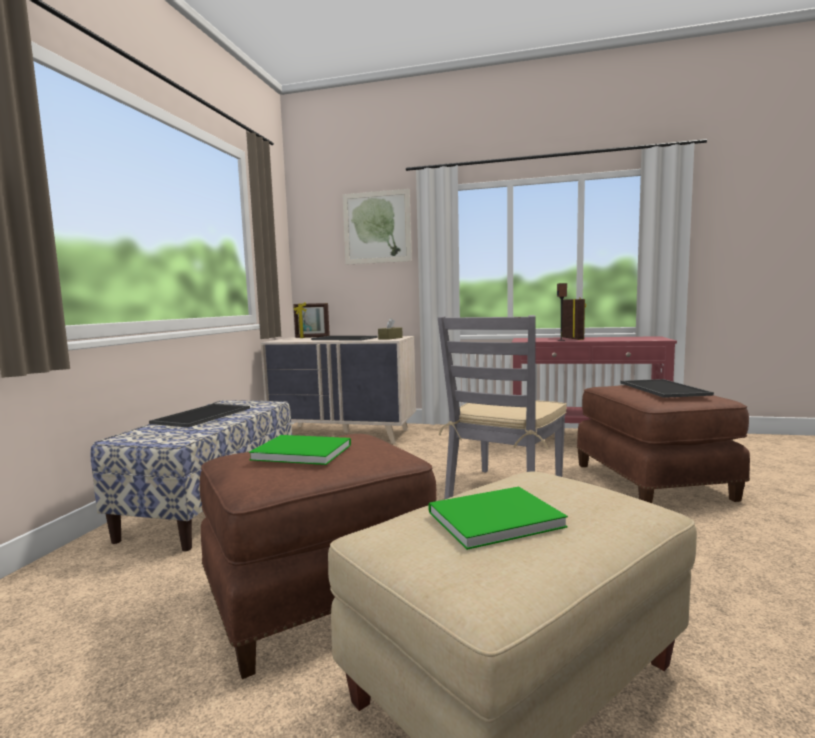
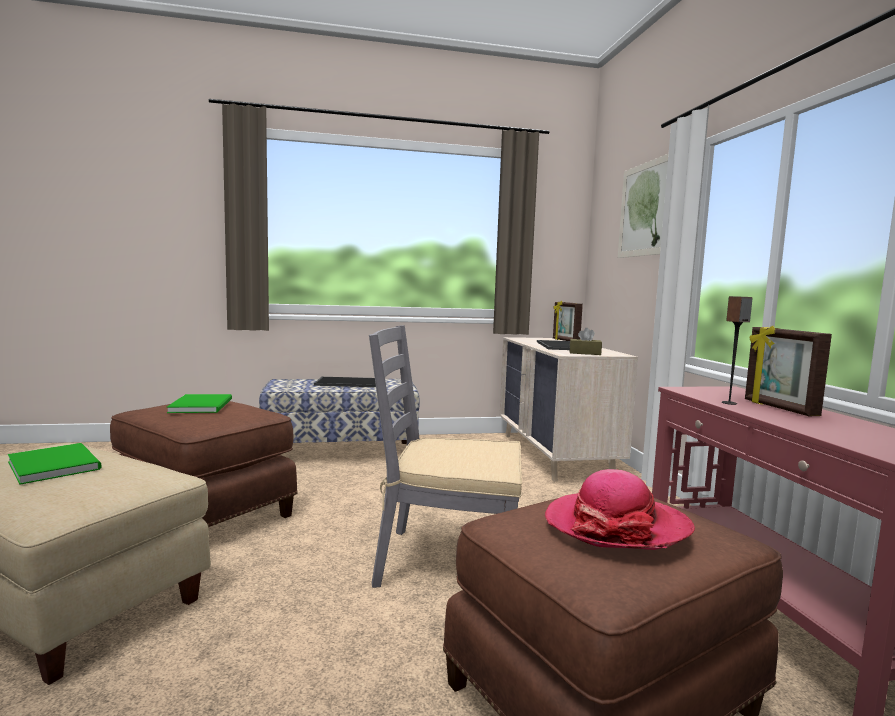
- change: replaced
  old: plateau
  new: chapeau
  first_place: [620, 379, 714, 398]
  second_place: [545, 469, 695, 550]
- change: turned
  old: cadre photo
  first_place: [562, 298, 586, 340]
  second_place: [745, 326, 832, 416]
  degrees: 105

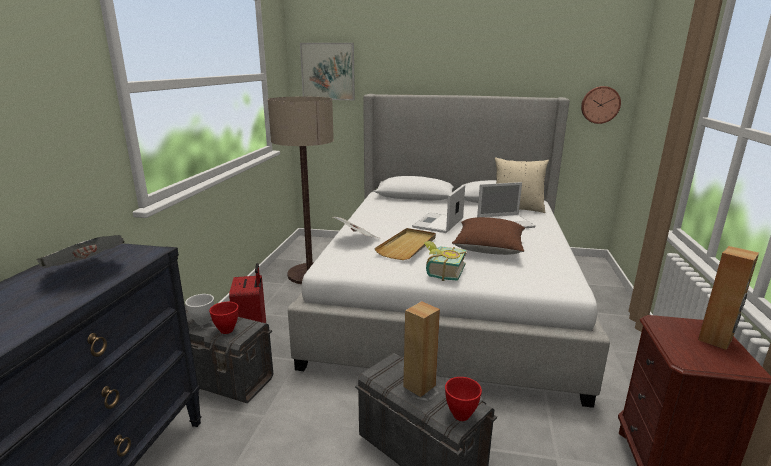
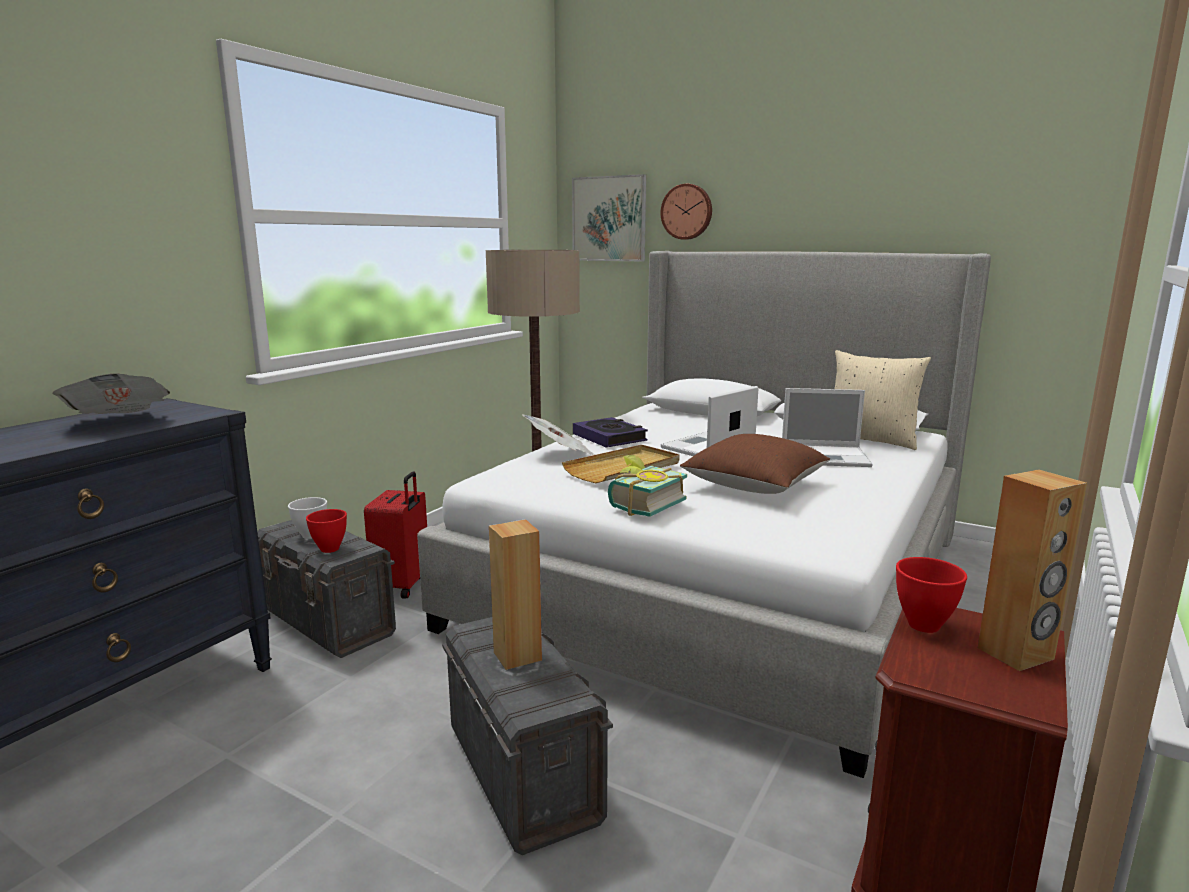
- change: added
  new: livre
  second_place: [573, 417, 648, 448]
- change: moved
  old: horloge murale
  first_place: [581, 86, 621, 124]
  second_place: [660, 184, 712, 240]
- change: moved
  old: bol (rouge)
  first_place: [445, 377, 482, 421]
  second_place: [896, 557, 967, 633]

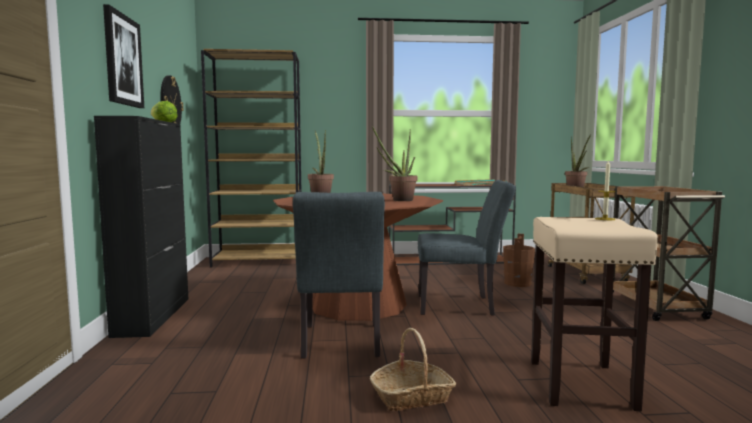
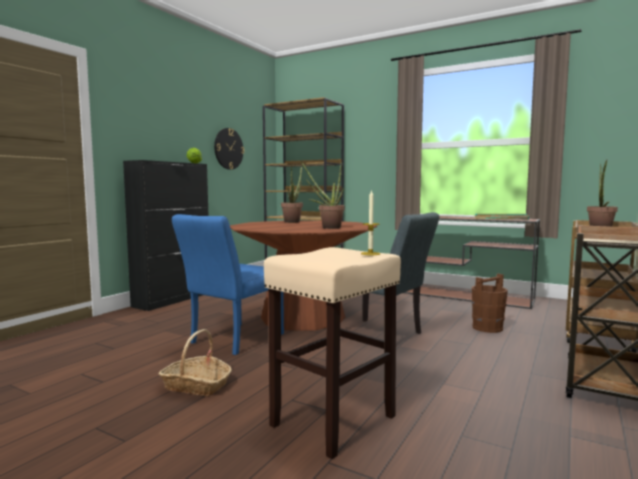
- change: recoloured
  old: chaise (gris)
  new: chaise (bleu)
  first_place: [293, 192, 385, 359]
  second_place: [172, 214, 284, 355]
- change: removed
  old: tableau
  first_place: [103, 4, 144, 108]

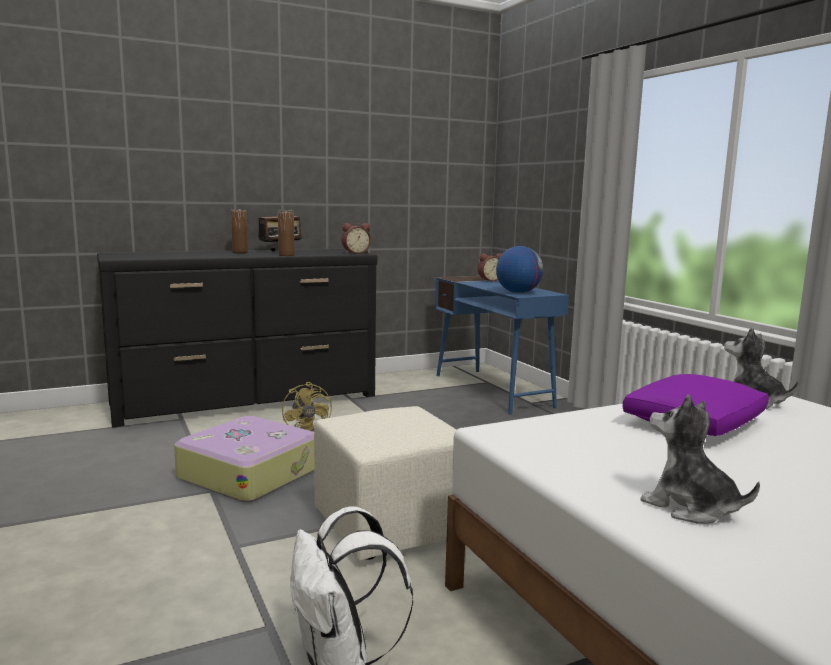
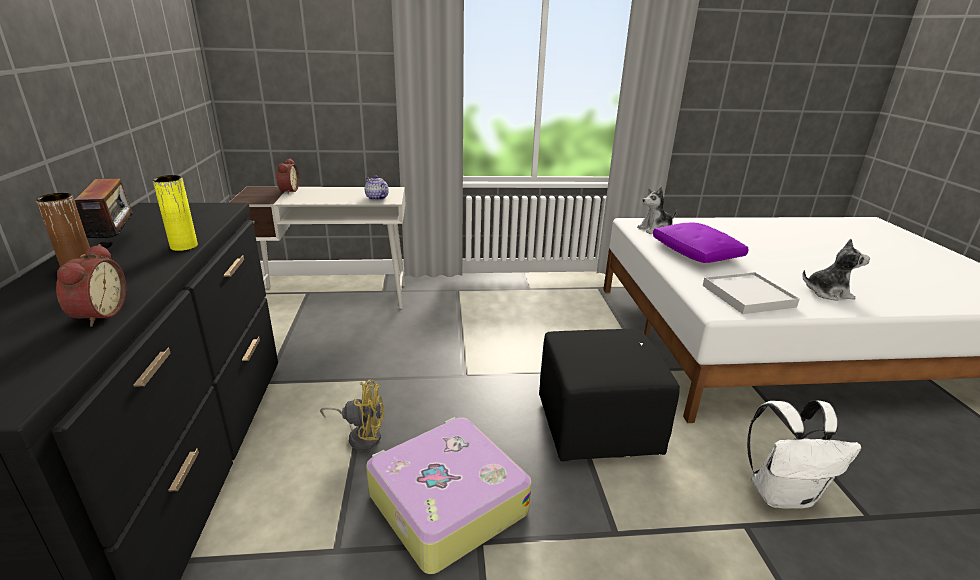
- change: moved
  old: réveil
  first_place: [342, 223, 371, 254]
  second_place: [56, 244, 126, 327]
- change: recoloured
  old: vase (marron)
  new: vase (jaune)
  first_place: [278, 211, 295, 256]
  second_place: [153, 175, 198, 251]
- change: recoloured
  old: bureau (bleu)
  new: bureau (blanc)
  first_place: [435, 276, 569, 415]
  second_place: [229, 187, 405, 309]
- change: replaced
  old: globe
  new: théière
  first_place: [496, 246, 543, 293]
  second_place: [365, 175, 389, 201]
- change: recoloured
  old: pouf (beige)
  new: pouf (noir)
  first_place: [314, 406, 456, 561]
  second_place: [539, 329, 680, 462]
- change: added
  new: plateau (blanc)
  second_place: [703, 272, 800, 314]
- change: turned
  old: peluche
  first_place: [640, 394, 760, 524]
  second_place: [802, 239, 870, 301]
  degrees: -150

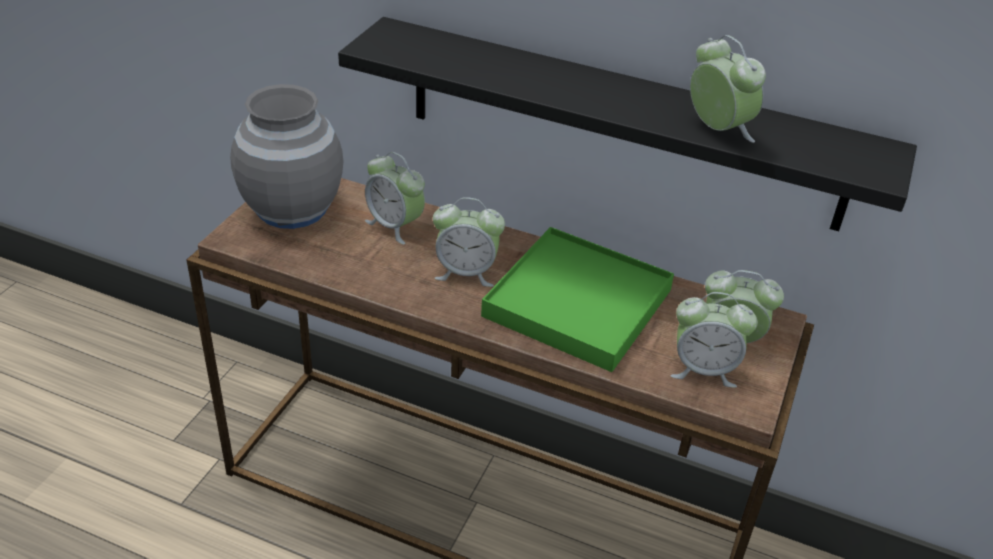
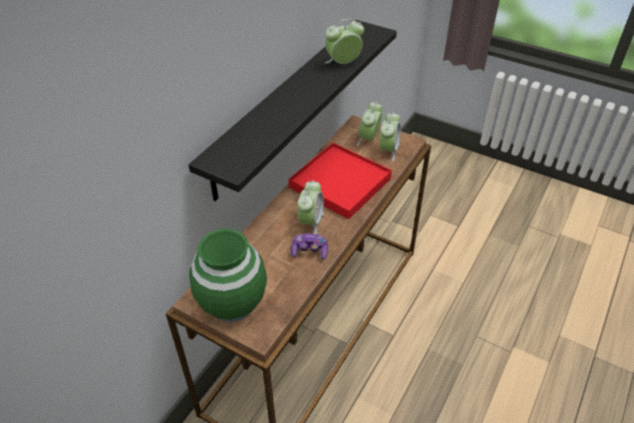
- change: recoloured
  old: vase (gris)
  new: vase (vert)
  first_place: [230, 84, 343, 229]
  second_place: [189, 228, 267, 322]
- change: recoloured
  old: plateau (vert)
  new: plateau (rouge)
  first_place: [481, 227, 674, 372]
  second_place: [289, 143, 392, 219]
- change: added
  new: manette
  second_place: [291, 234, 328, 260]
- change: removed
  old: réveil
  first_place: [365, 152, 425, 245]

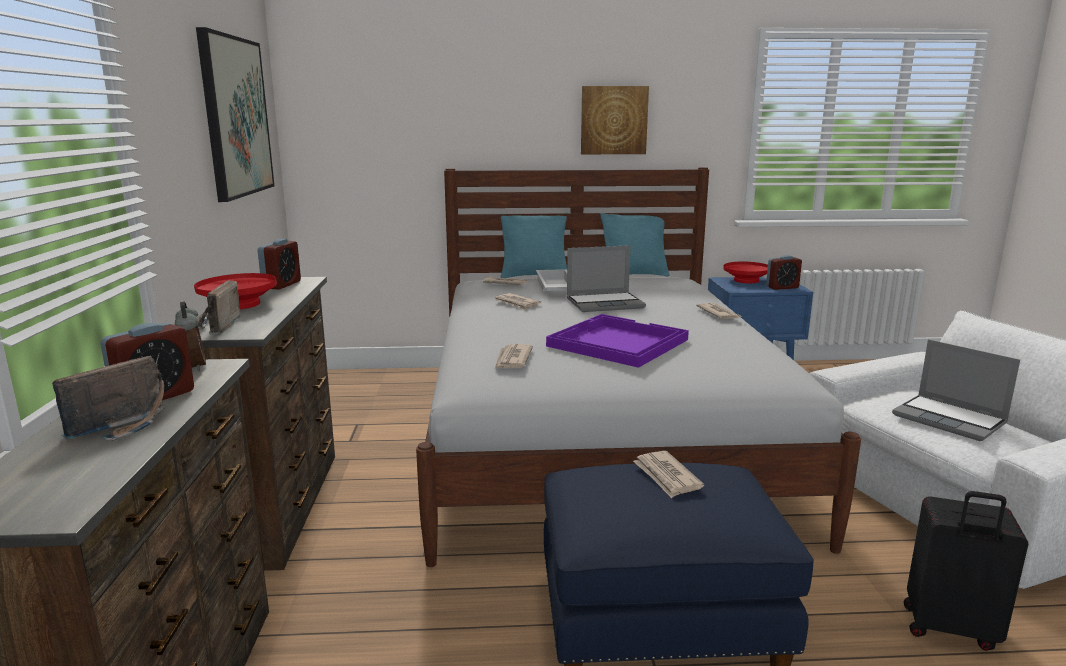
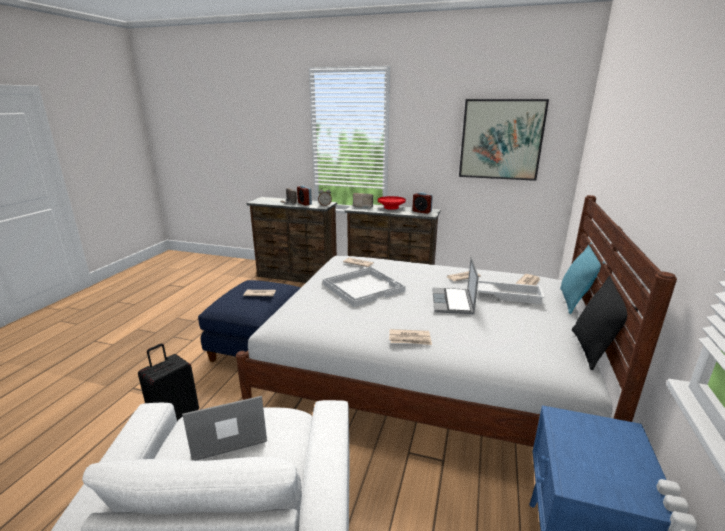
- change: recoloured
  old: plateau (violet)
  new: plateau (blanc)
  first_place: [546, 314, 689, 368]
  second_place: [323, 267, 406, 307]
- change: recoloured
  old: coussin (turquoise)
  new: coussin (noir)
  first_place: [600, 212, 669, 276]
  second_place: [572, 276, 638, 370]
- change: removed
  old: tableau
  first_place: [581, 86, 649, 154]
- change: removed
  old: bol (rouge)
  first_place: [723, 262, 768, 283]
- change: removed
  old: réveil
  first_place: [766, 255, 802, 290]

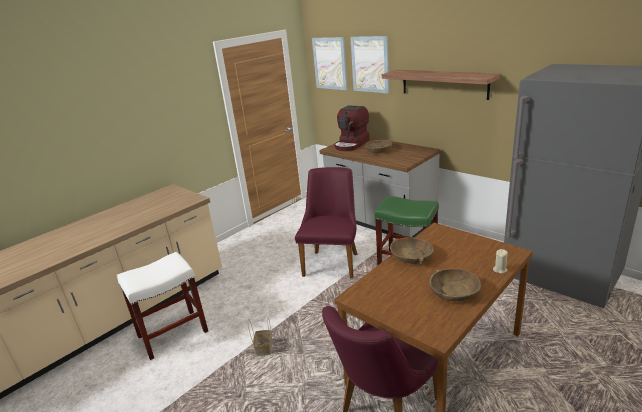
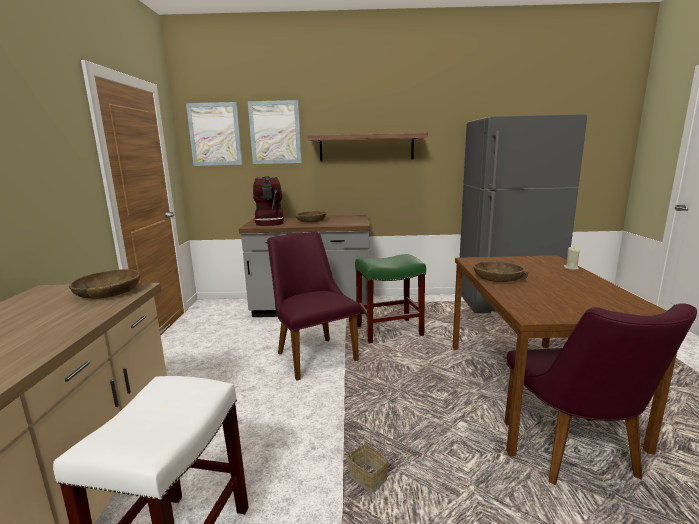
- change: moved
  old: bol (marron)
  first_place: [429, 269, 481, 301]
  second_place: [69, 269, 140, 299]

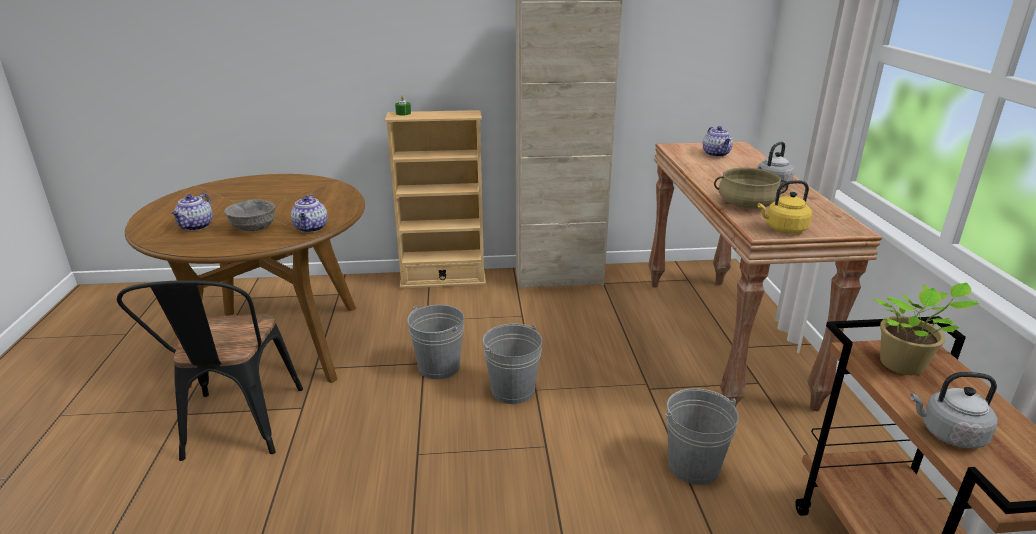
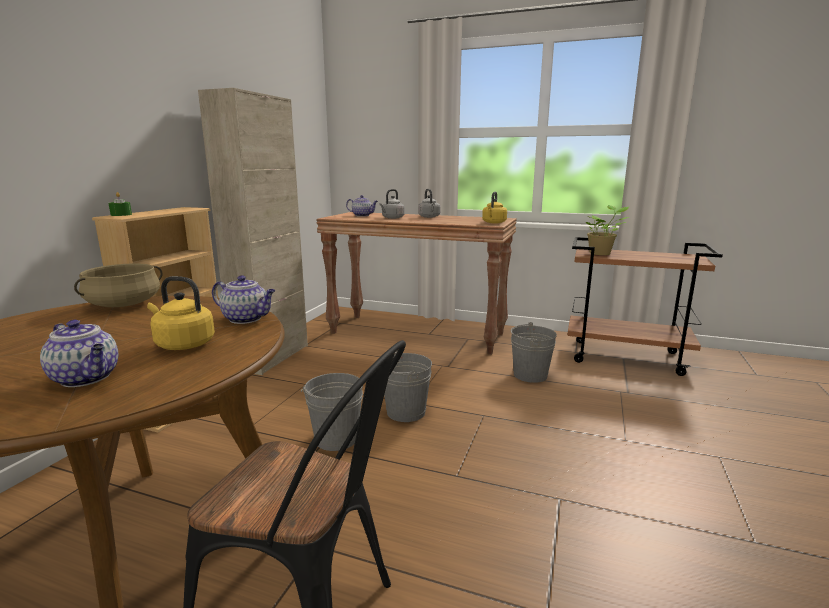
- change: moved
  old: marmite (beige)
  first_place: [714, 168, 788, 209]
  second_place: [74, 263, 163, 307]
- change: replaced
  old: bol (gris)
  new: bouilloire (jaune)
  first_place: [224, 199, 275, 231]
  second_place: [147, 276, 215, 350]
- change: moved
  old: bouilloire (gris)
  first_place: [910, 372, 998, 448]
  second_place: [379, 189, 405, 219]

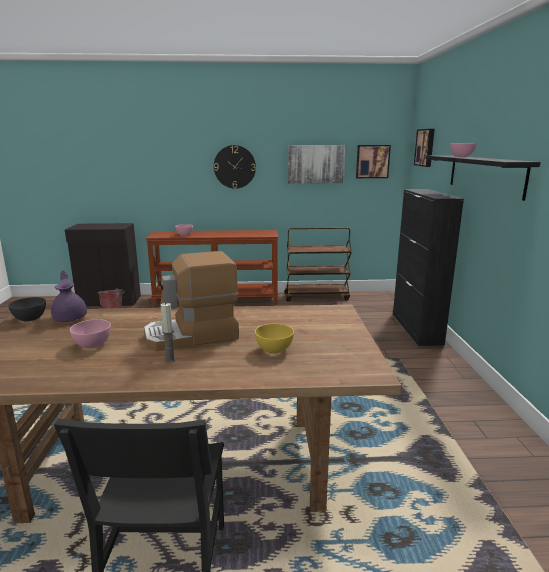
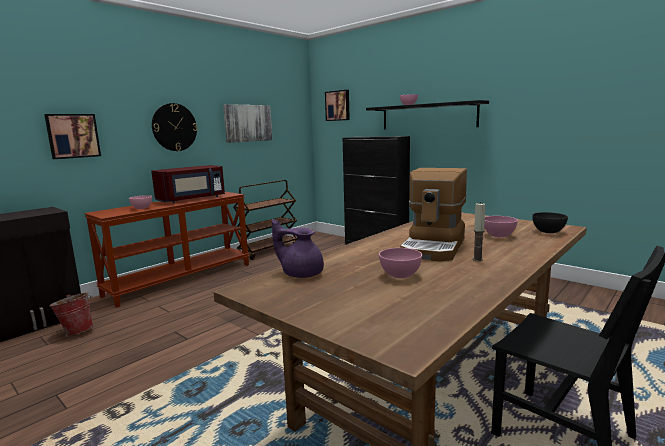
- change: moved
  old: tableau
  first_place: [356, 145, 391, 178]
  second_place: [44, 114, 101, 159]
- change: added
  new: micro-ondes (rouge)
  second_place: [151, 165, 225, 203]
- change: recoloured
  old: bol (jaune)
  new: bol (rose)
  first_place: [255, 324, 294, 354]
  second_place: [484, 216, 518, 237]
- change: moved
  old: bol (gris)
  first_place: [8, 297, 46, 321]
  second_place: [532, 212, 568, 233]

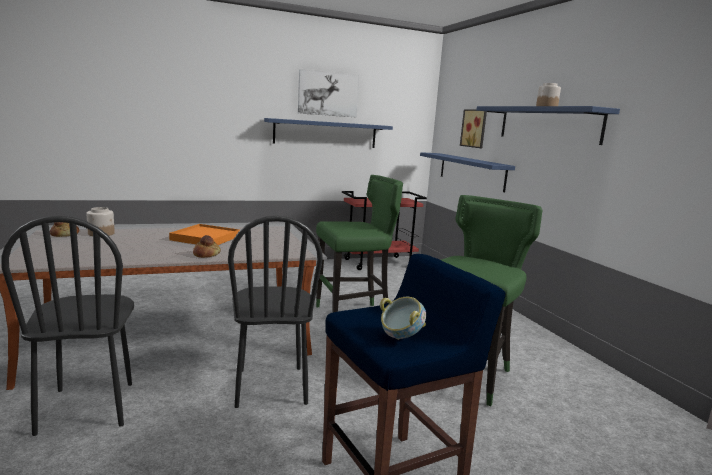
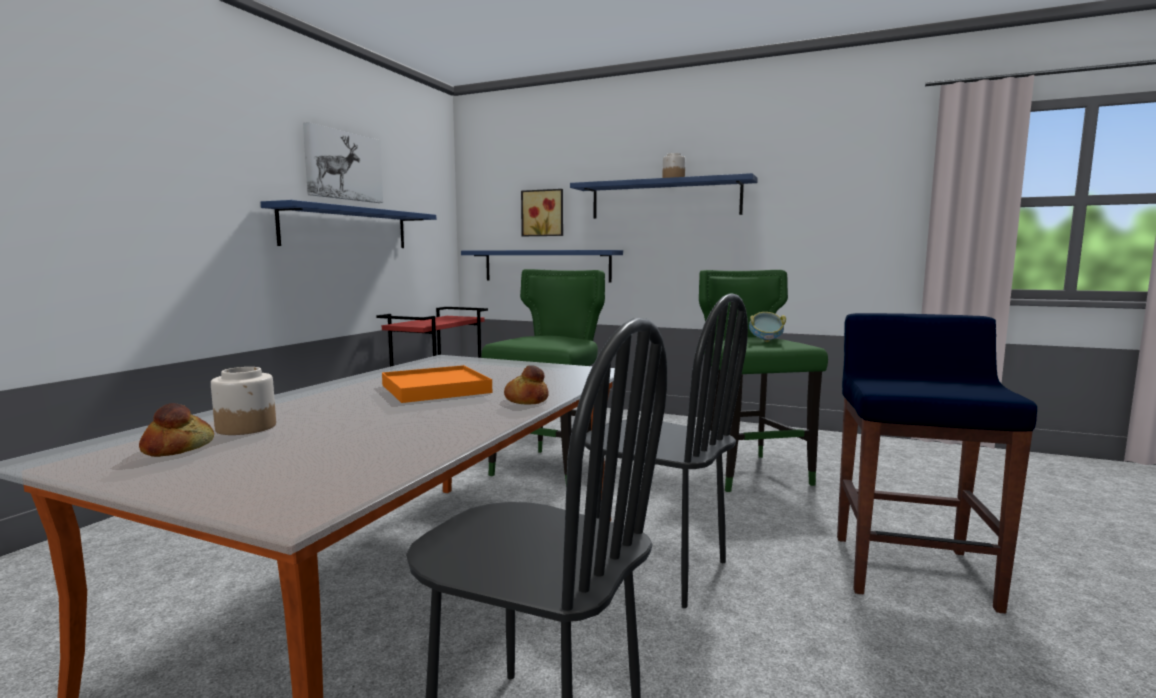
- change: moved
  old: bol
  first_place: [380, 297, 426, 340]
  second_place: [749, 312, 786, 342]

